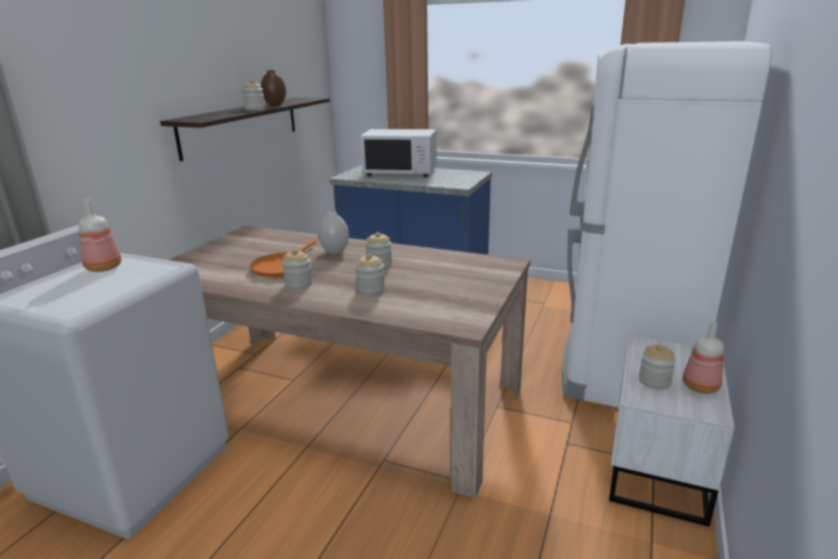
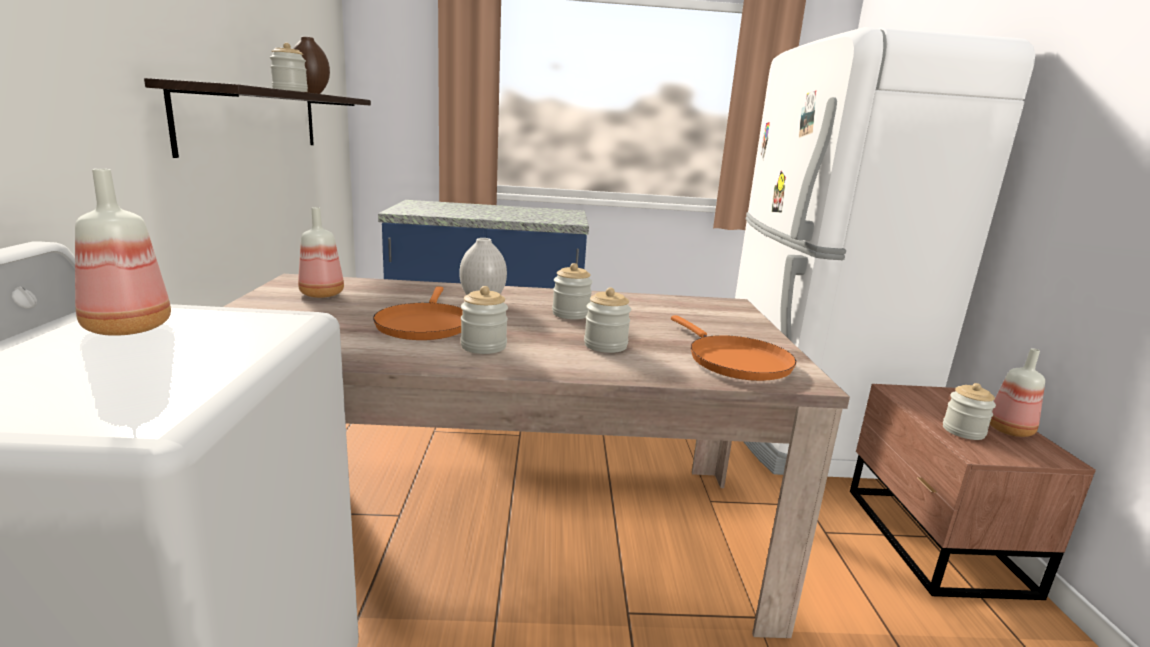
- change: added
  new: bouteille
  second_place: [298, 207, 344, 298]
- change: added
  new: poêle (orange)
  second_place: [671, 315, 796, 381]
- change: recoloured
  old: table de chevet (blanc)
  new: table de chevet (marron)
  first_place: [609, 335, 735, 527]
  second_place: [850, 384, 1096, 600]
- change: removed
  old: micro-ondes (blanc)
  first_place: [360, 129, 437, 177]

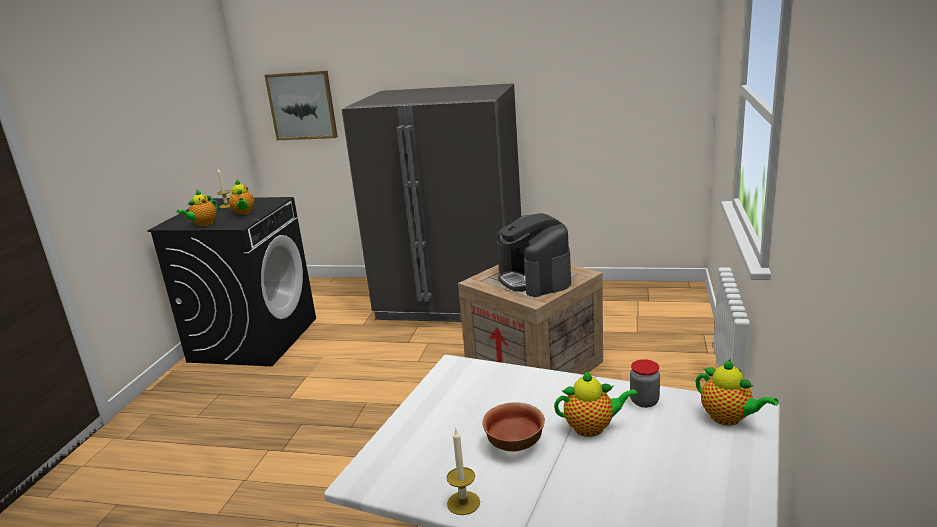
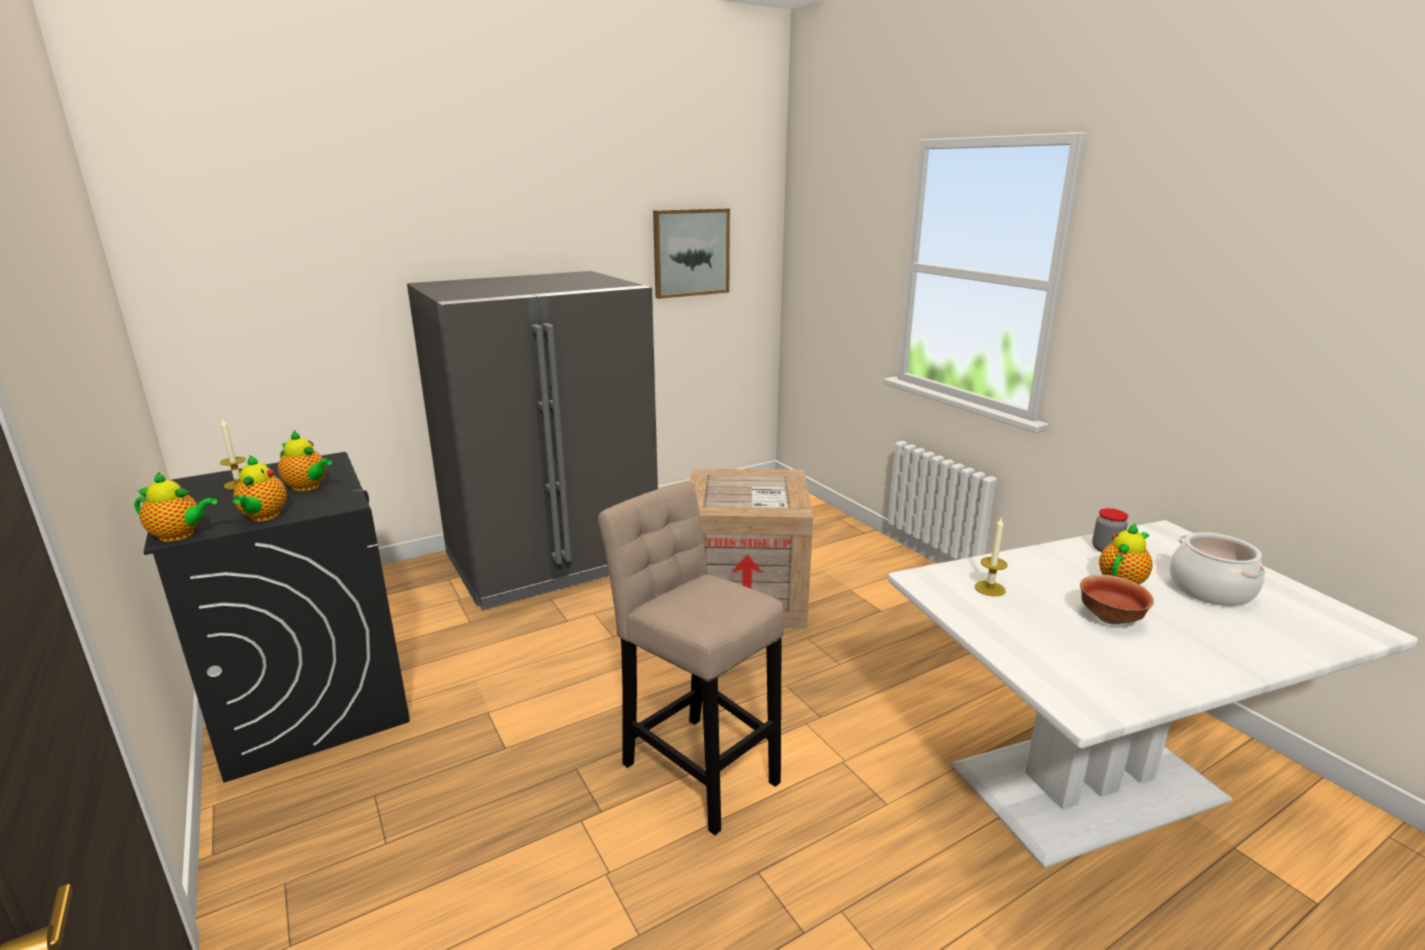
- change: moved
  old: théière
  first_place: [696, 359, 779, 426]
  second_place: [134, 472, 217, 542]
- change: added
  new: tabouret (beige)
  second_place: [598, 480, 784, 835]
- change: moved
  old: tableau
  first_place: [264, 71, 338, 140]
  second_place: [653, 208, 730, 299]
- change: moved
  old: bougie
  first_place: [446, 429, 480, 515]
  second_place: [975, 518, 1007, 596]
- change: added
  new: marmite
  second_place: [1169, 532, 1266, 606]
- change: removed
  old: machine à café
  first_place: [497, 213, 571, 297]

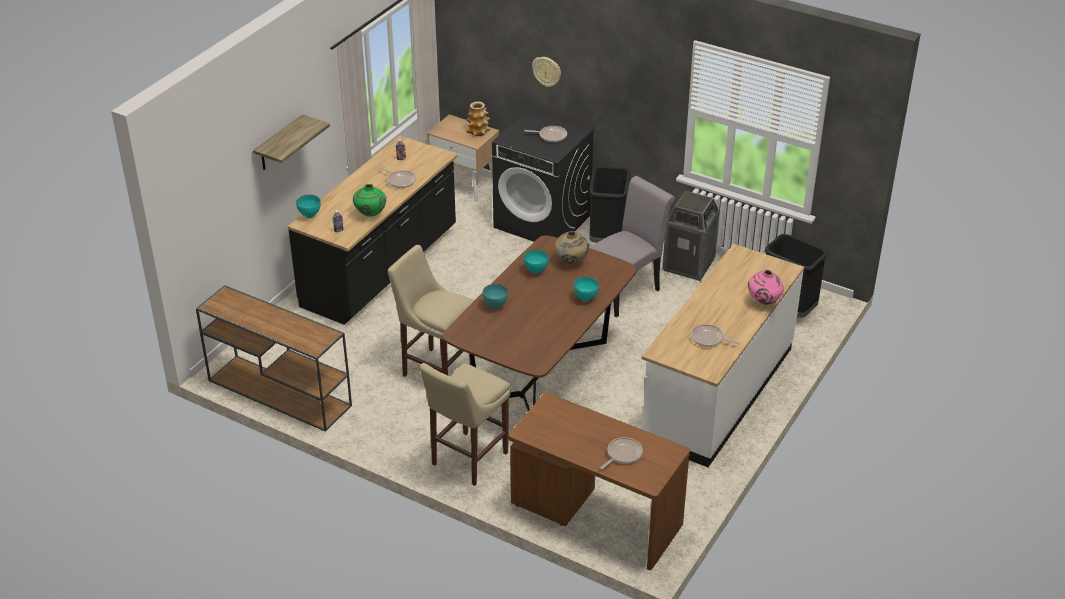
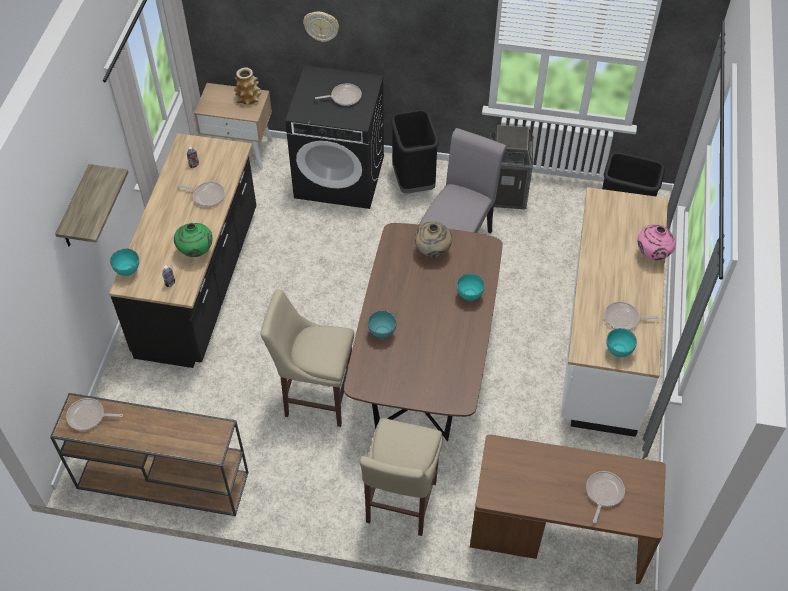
- change: added
  new: poêle
  second_place: [66, 398, 123, 431]
- change: moved
  old: bol (turquoise)
  first_place: [524, 250, 549, 274]
  second_place: [607, 328, 637, 357]

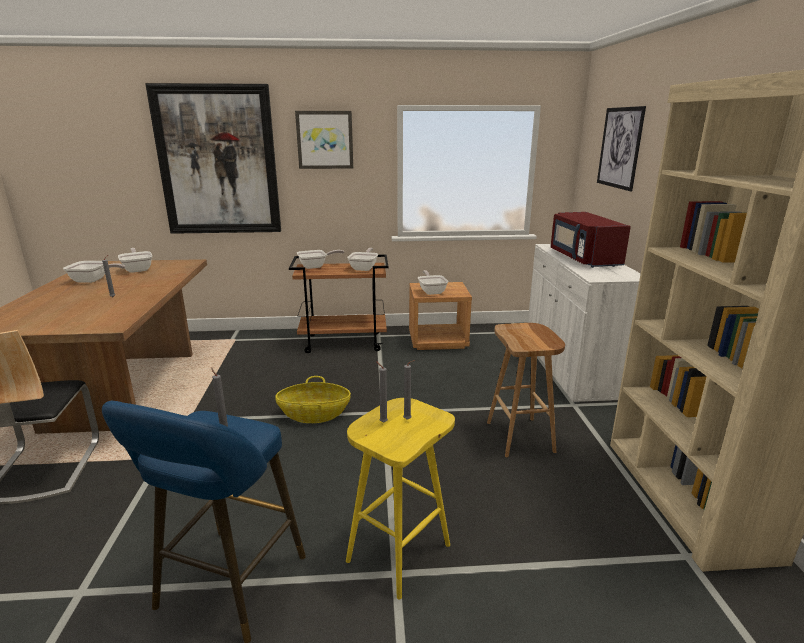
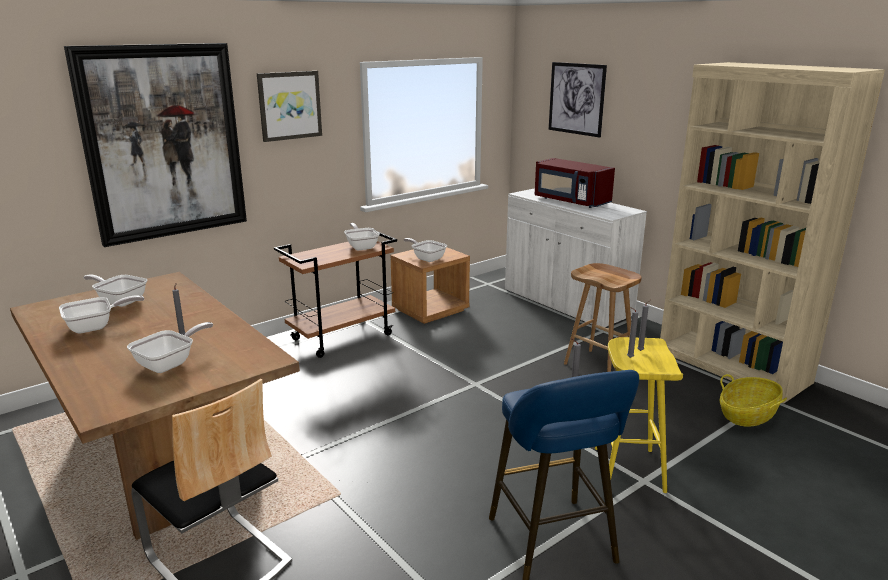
- change: moved
  old: poêle
  first_place: [297, 250, 344, 269]
  second_place: [127, 322, 213, 373]
- change: moved
  old: panier
  first_place: [275, 376, 351, 423]
  second_place: [720, 374, 787, 427]

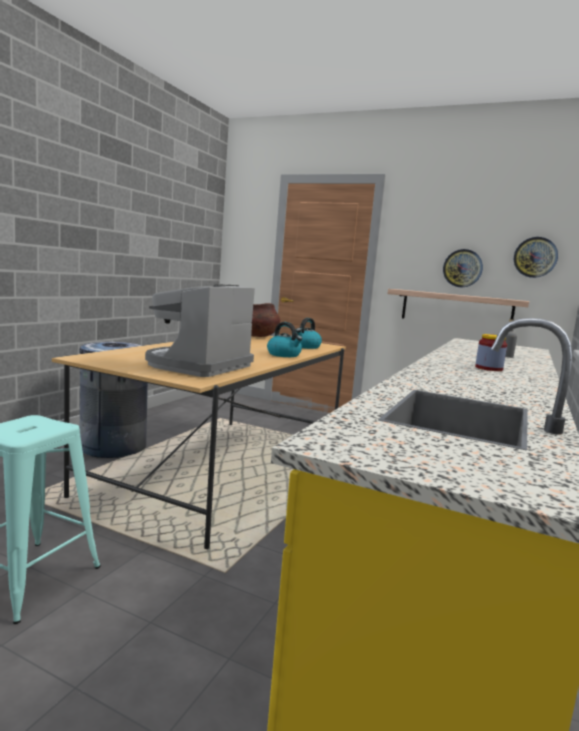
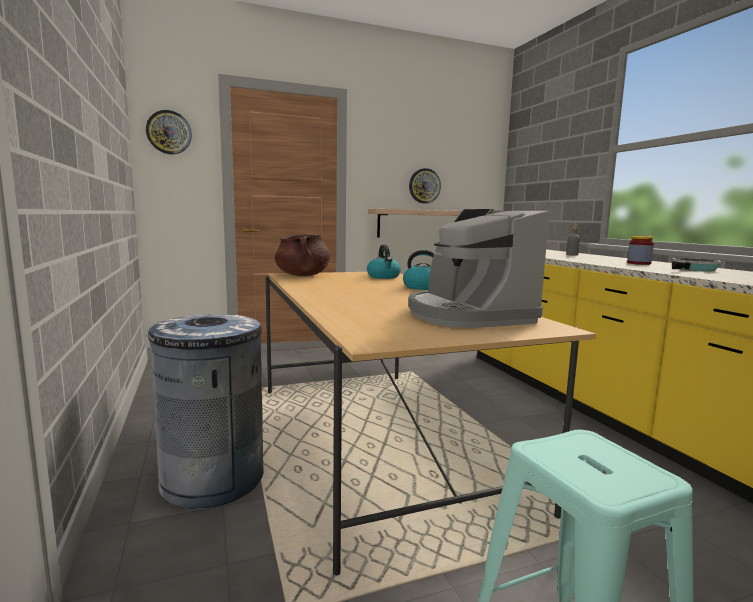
- change: moved
  old: horloge murale
  first_place: [514, 237, 558, 278]
  second_place: [146, 110, 192, 155]
- change: added
  new: poêle
  second_place: [672, 258, 722, 271]

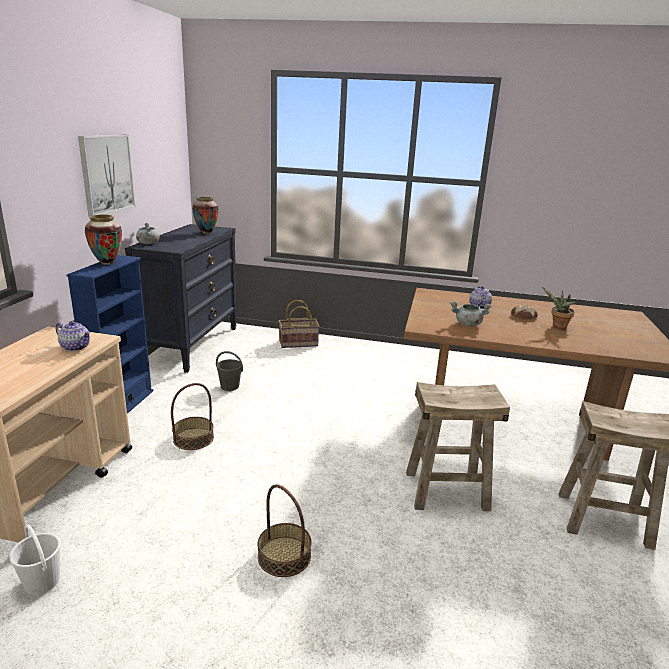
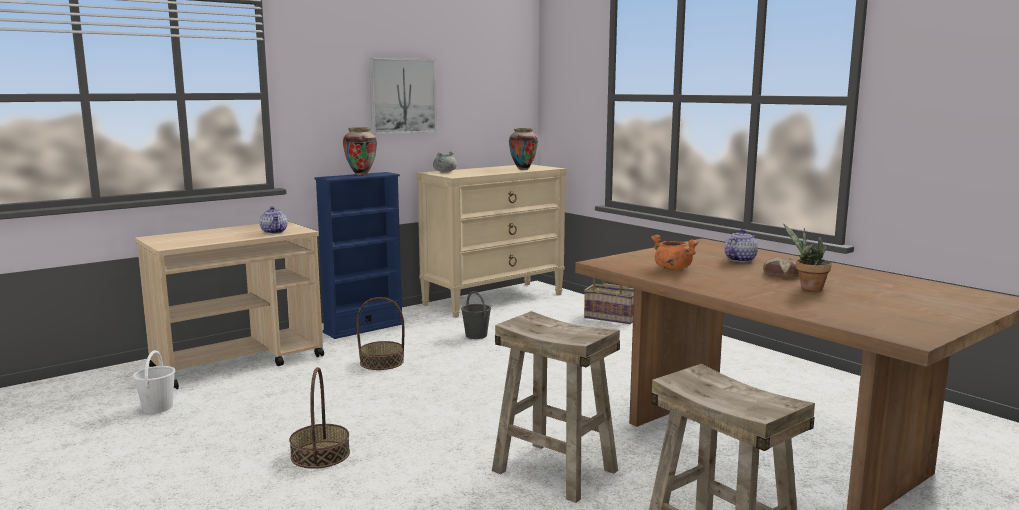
- change: recoloured
  old: commode (noir)
  new: commode (beige)
  first_place: [125, 224, 237, 373]
  second_place: [416, 164, 567, 318]
- change: recoloured
  old: marmite (gris)
  new: marmite (orange)
  first_place: [450, 301, 491, 327]
  second_place: [651, 235, 699, 270]

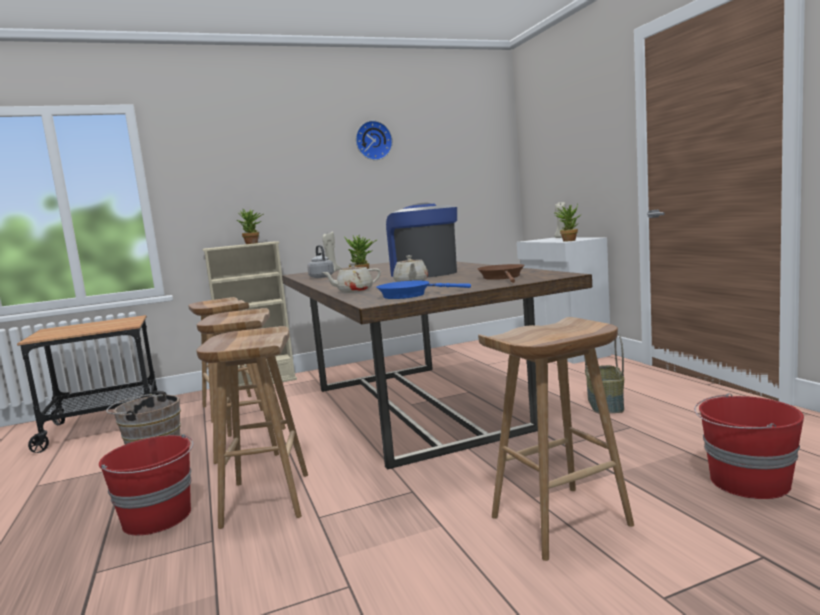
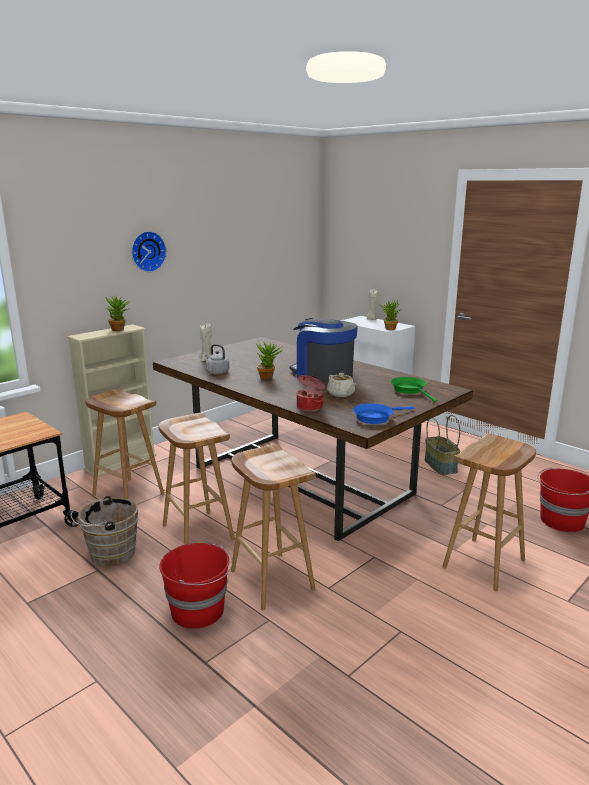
- change: moved
  old: horloge murale
  first_place: [356, 120, 393, 160]
  second_place: [131, 231, 167, 272]
- change: replaced
  old: théière (beige)
  new: marmite
  first_place: [321, 262, 381, 293]
  second_place: [297, 375, 326, 411]
- change: recoloured
  old: poêle (marron)
  new: poêle (vert)
  first_place: [477, 264, 525, 283]
  second_place: [391, 377, 437, 403]

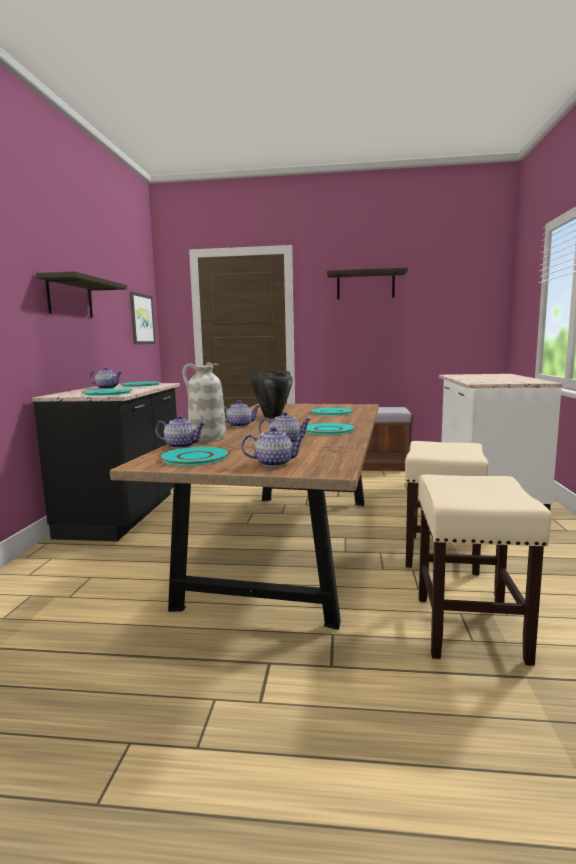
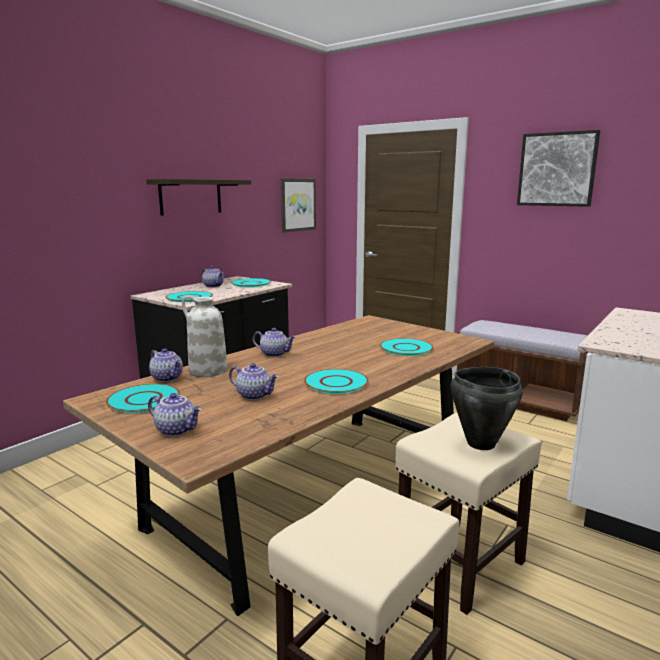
- change: moved
  old: marmite (noir)
  first_place: [251, 371, 293, 418]
  second_place: [450, 367, 523, 450]
- change: replaced
  old: étagère
  new: tableau
  first_place: [327, 267, 408, 300]
  second_place: [517, 130, 600, 207]

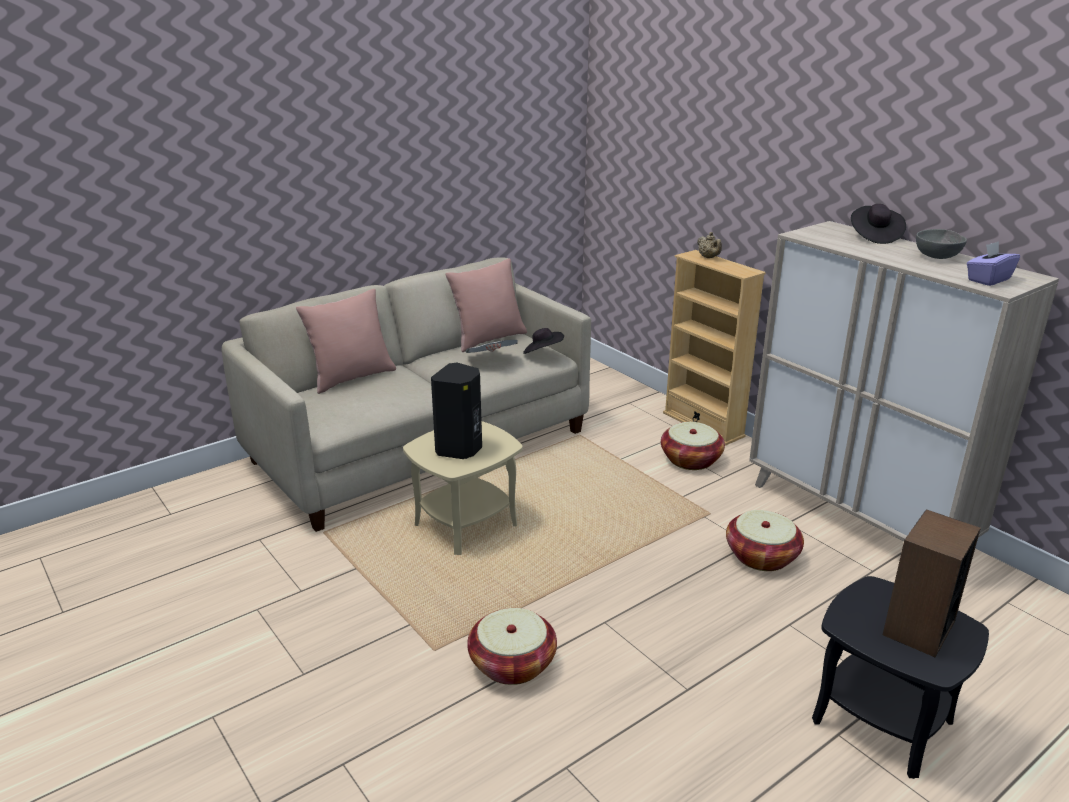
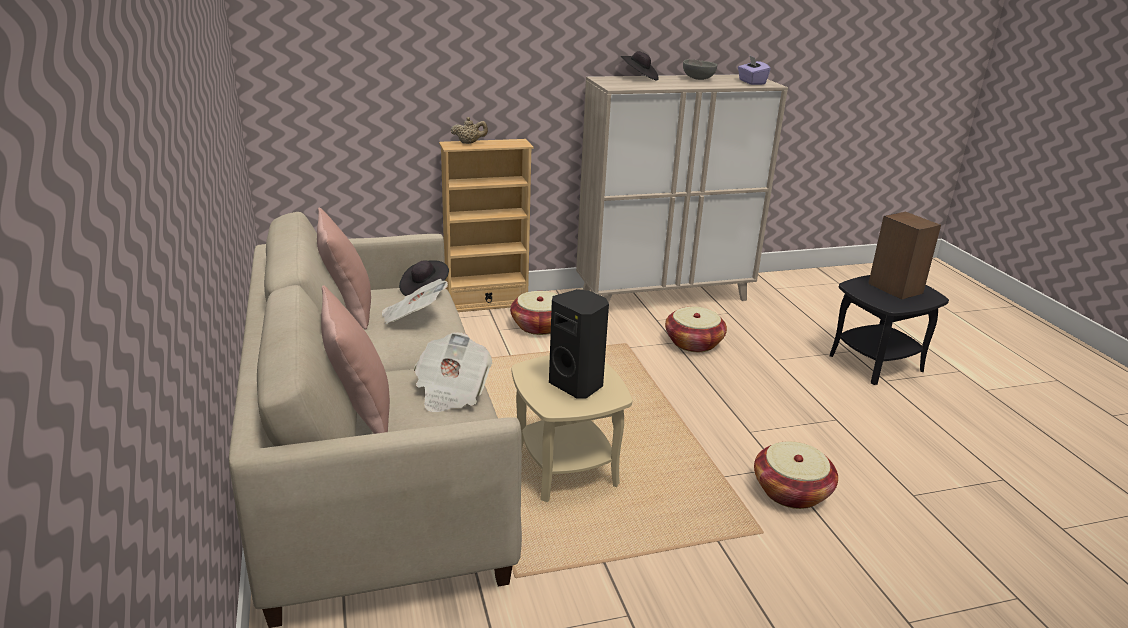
- change: added
  new: journal
  second_place: [414, 332, 492, 412]

